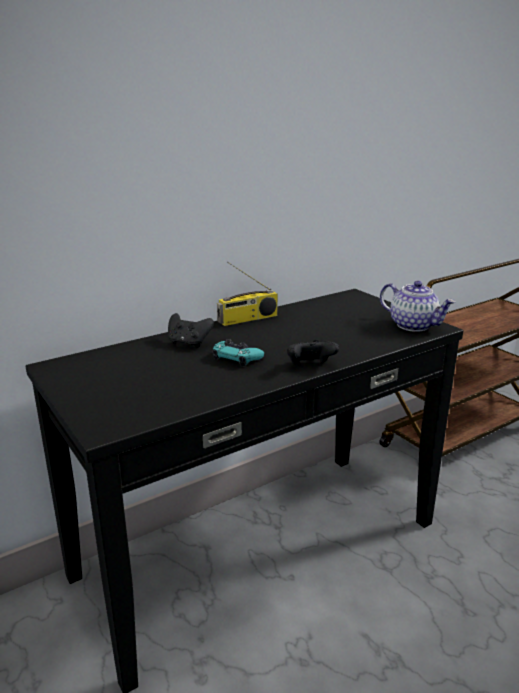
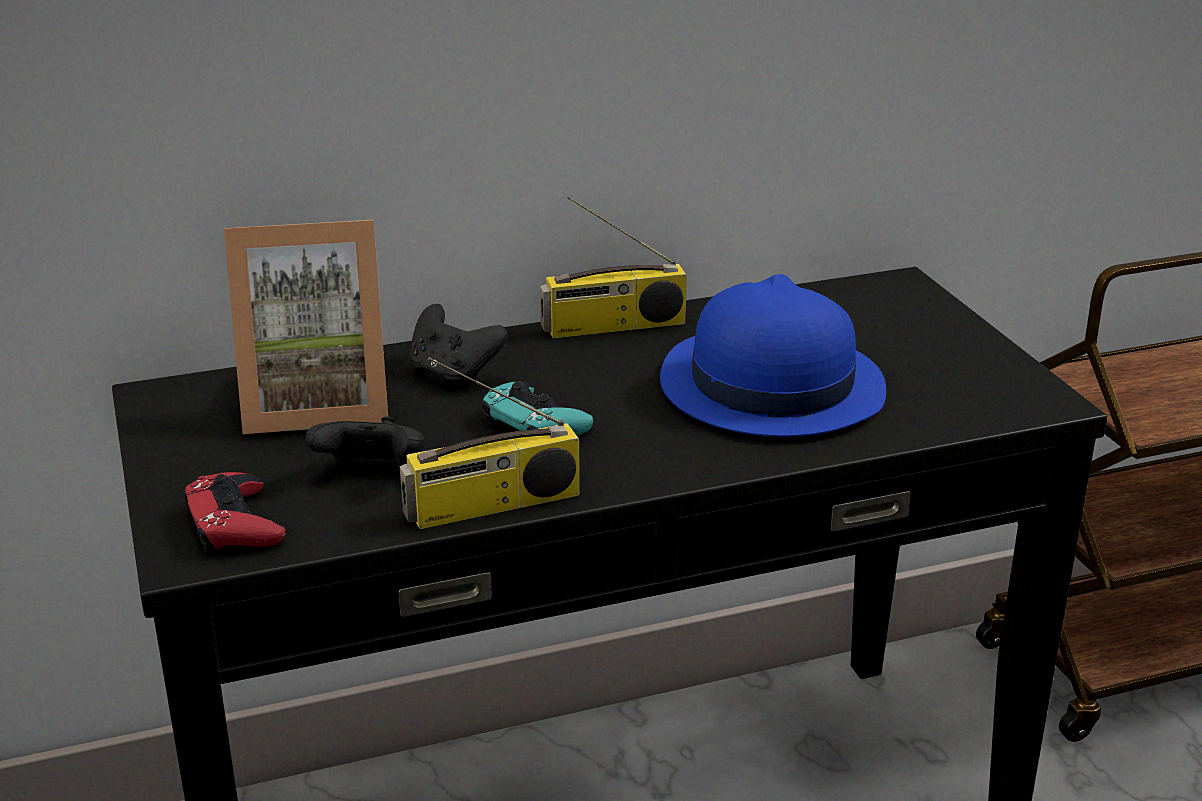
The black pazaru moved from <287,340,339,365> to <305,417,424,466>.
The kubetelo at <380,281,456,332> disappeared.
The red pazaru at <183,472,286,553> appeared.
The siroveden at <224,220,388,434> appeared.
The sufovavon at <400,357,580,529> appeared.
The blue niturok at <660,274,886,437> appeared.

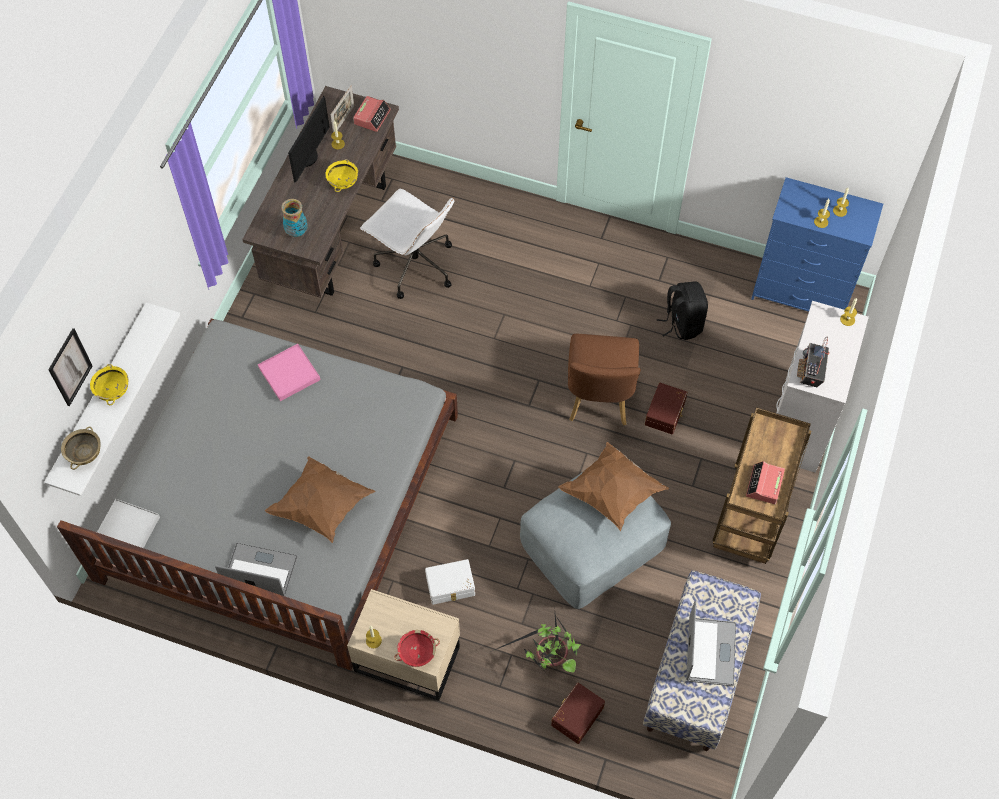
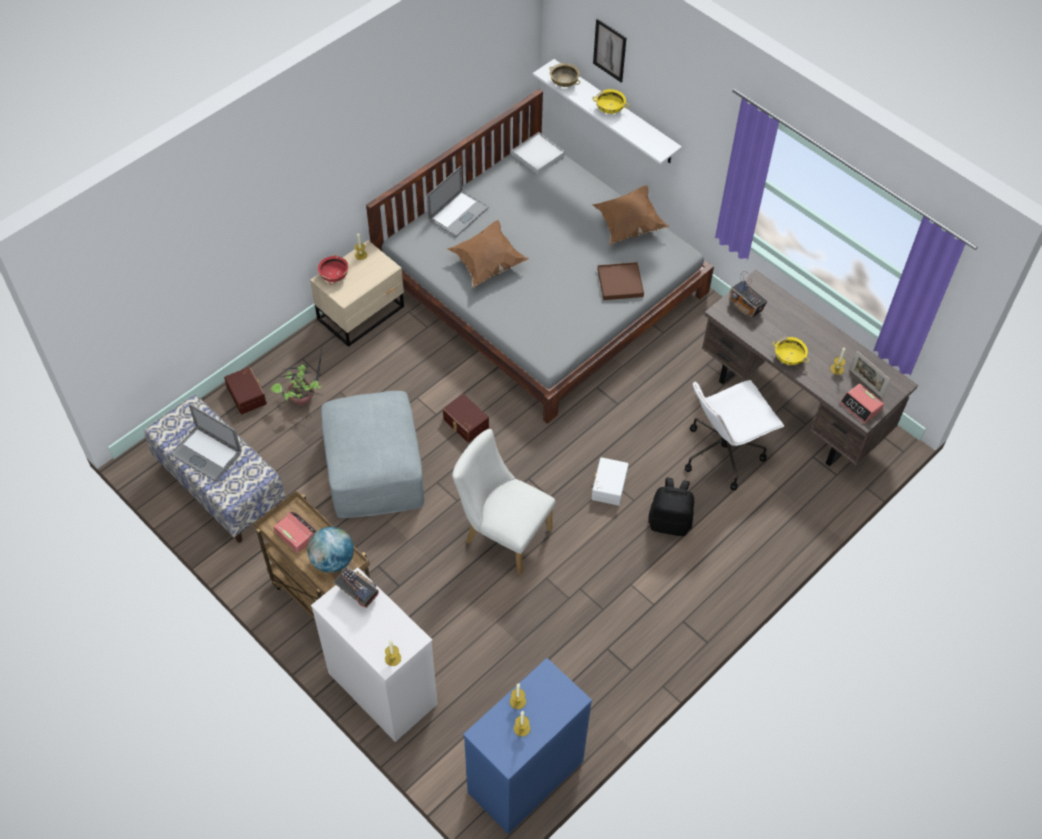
The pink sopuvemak at <258,344,320,401> became the brown sopuvemak at <598,262,644,300>.
The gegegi at <281,199,308,237> was replaced by the sufovavon at <729,271,768,318>.
The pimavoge at <288,96,330,183> disappeared.
The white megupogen moved from <425,559,475,605> to <591,457,628,506>.
The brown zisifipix moved from <558,442,669,531> to <592,185,669,245>.
The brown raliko at <568,334,641,426> became the white raliko at <452,429,555,575>.
The brown megupogen moved from <645,383,688,434> to <443,394,489,443>.
The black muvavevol moved from <657,281,708,340> to <648,477,694,536>.
The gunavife at <307,527,354,573> appeared.

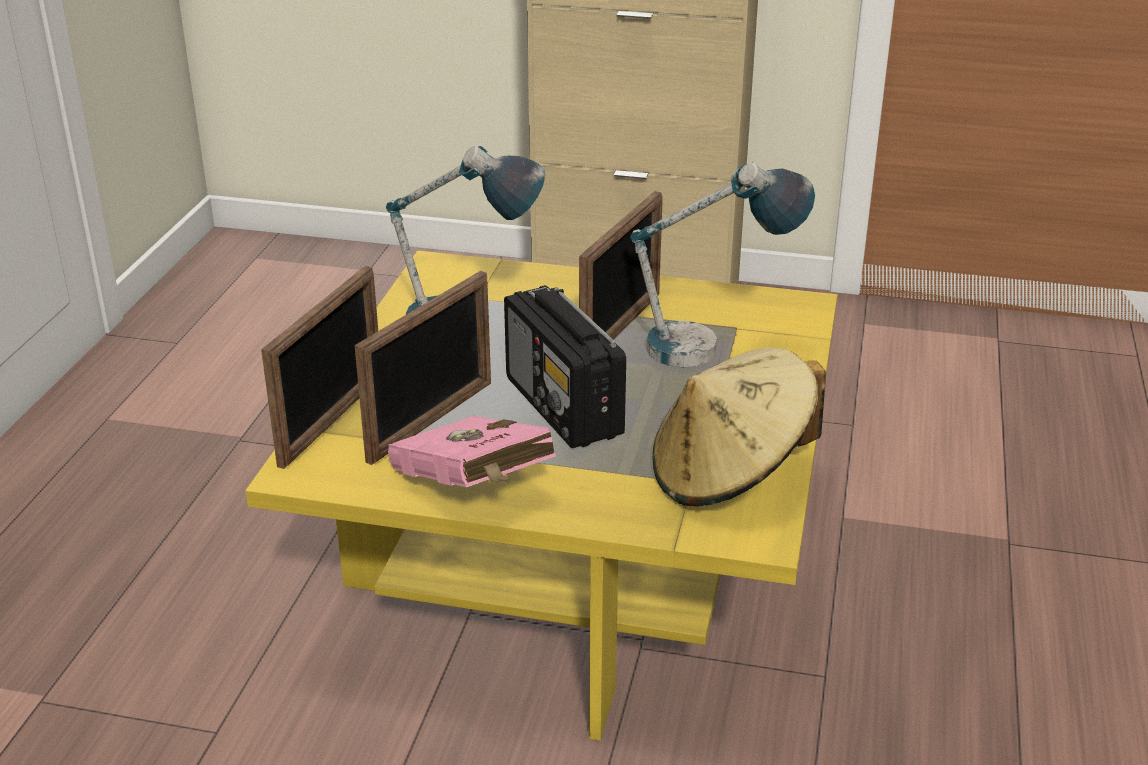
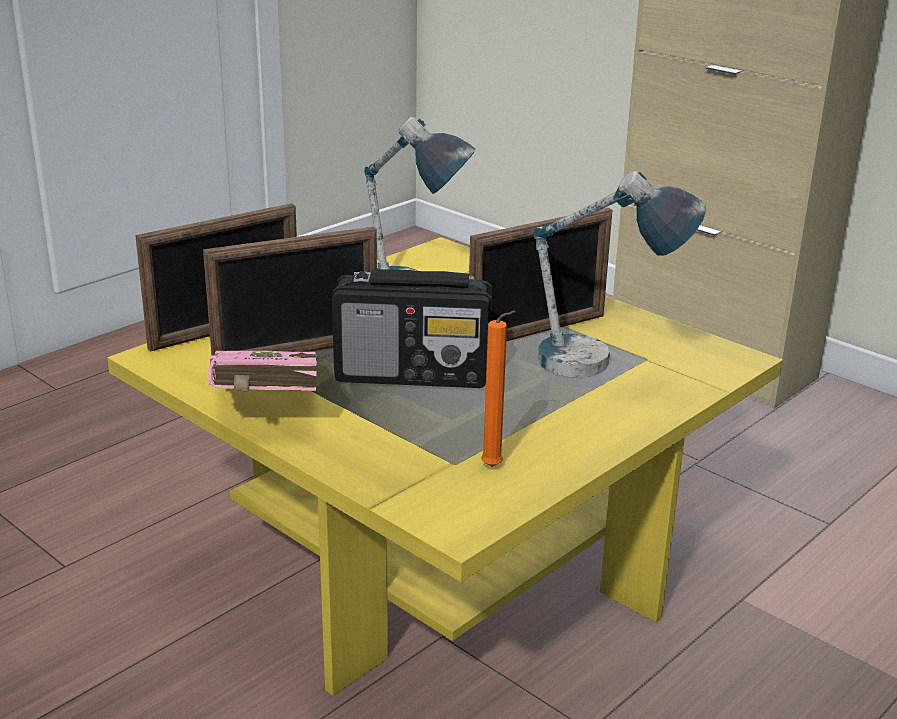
The sufovavon at <504,285,626,448> turned 90 degrees counterclockwise.
The beige niturok at <653,348,826,506> was replaced by the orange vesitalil at <481,311,516,467>.

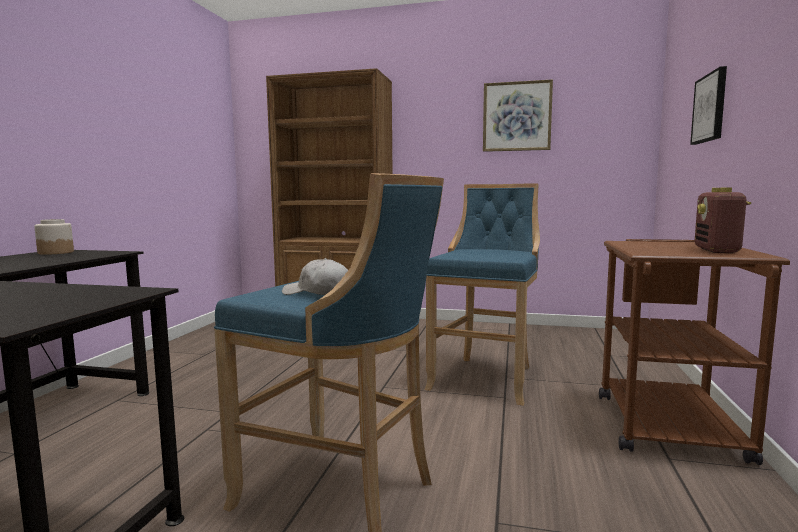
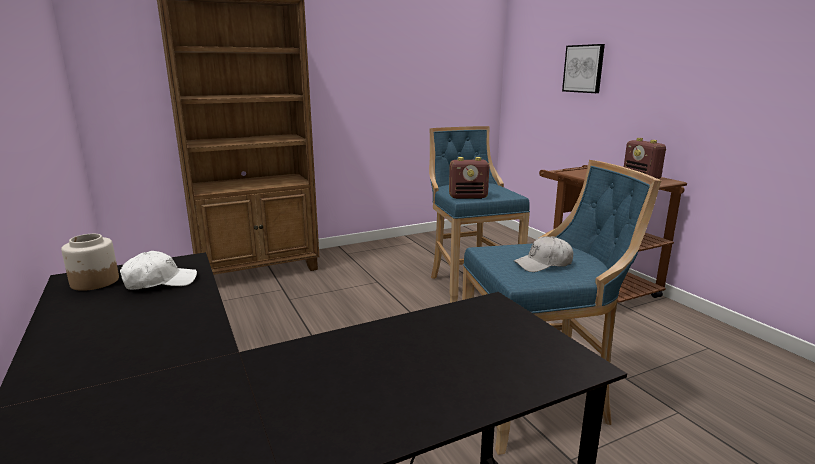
The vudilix at <483,79,553,152> disappeared.
The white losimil at <120,251,197,290> appeared.
The sufovavon at <449,157,489,199> appeared.

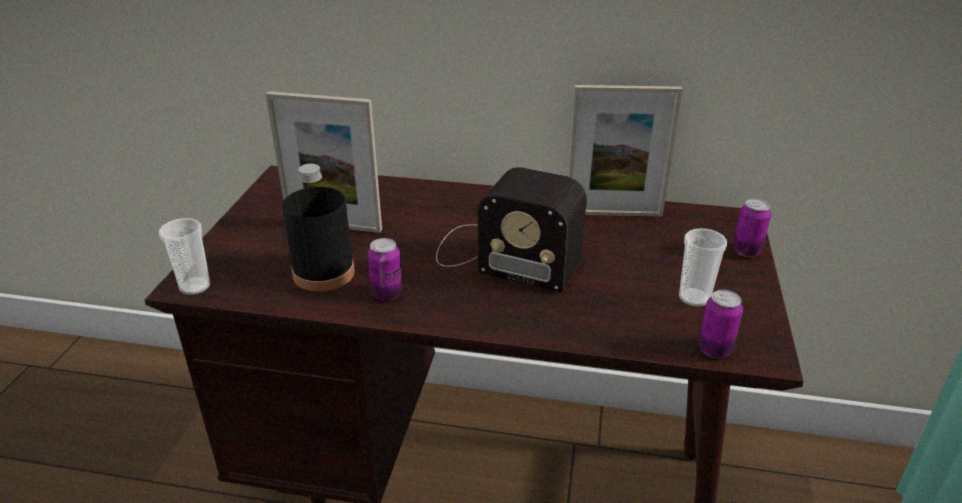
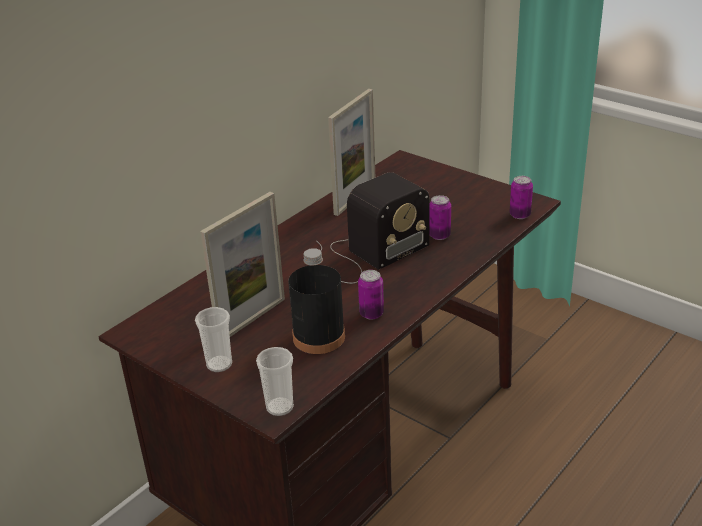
The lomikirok moved from <679,228,727,307> to <195,307,232,372>.
The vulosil moved from <733,199,771,257> to <429,195,451,240>.

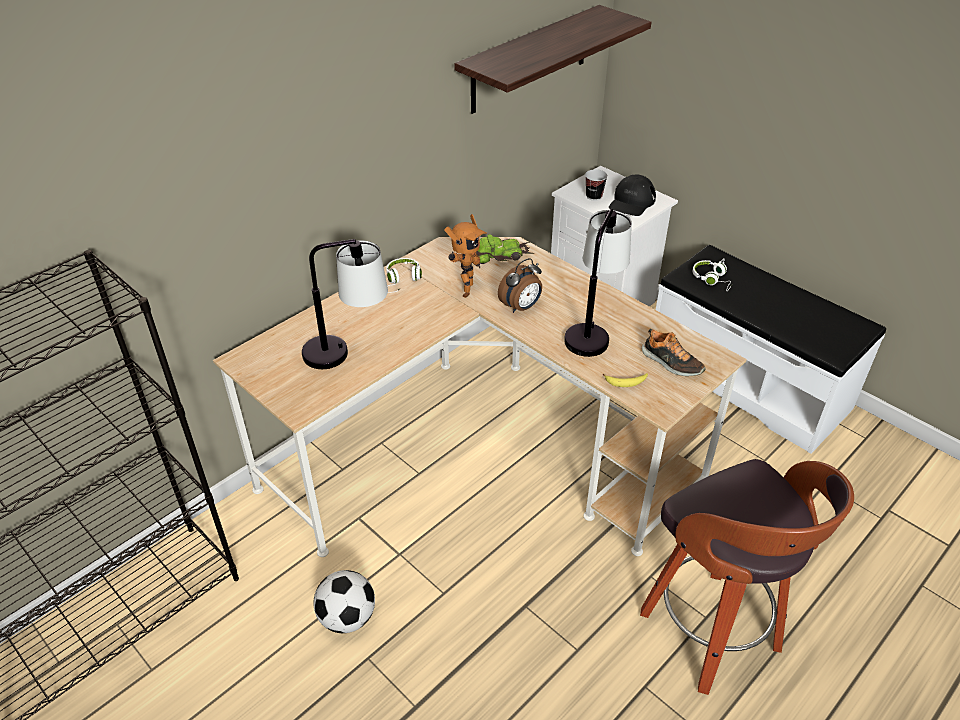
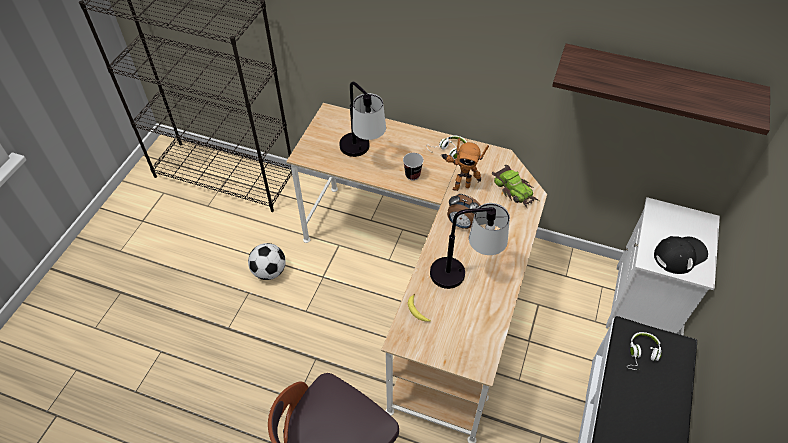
The lomikirok moved from <585,169,608,201> to <403,153,424,180>.
The black losimil at <609,175,656,216> turned 150 degrees clockwise.
The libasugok at <641,329,706,376> disappeared.

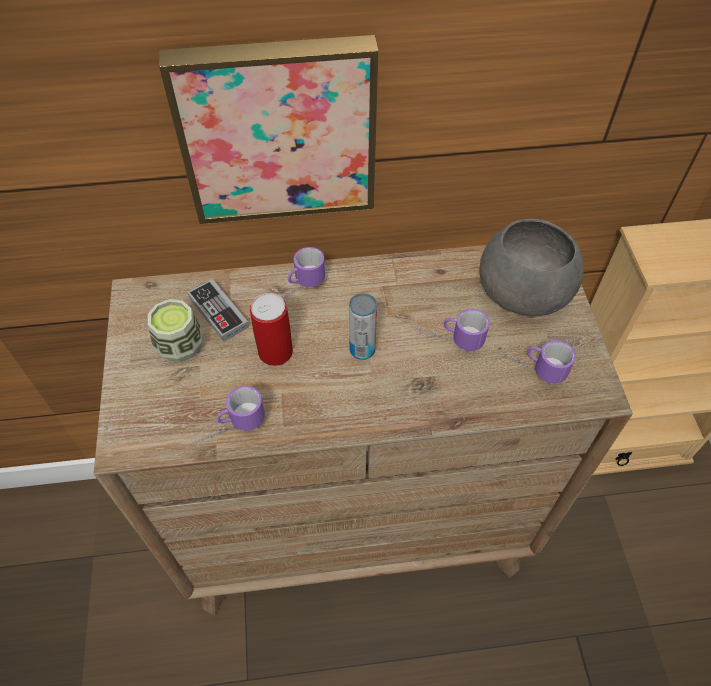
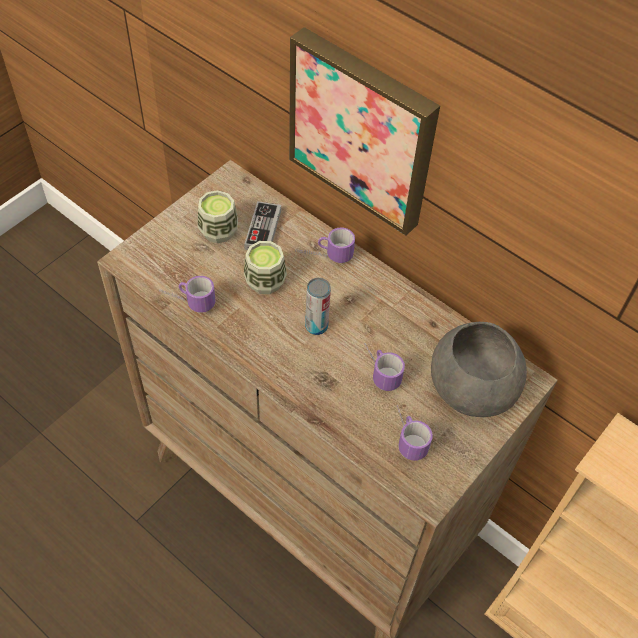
The vulosil at <250,293,293,366> was replaced by the lomikirok at <244,241,287,294>.

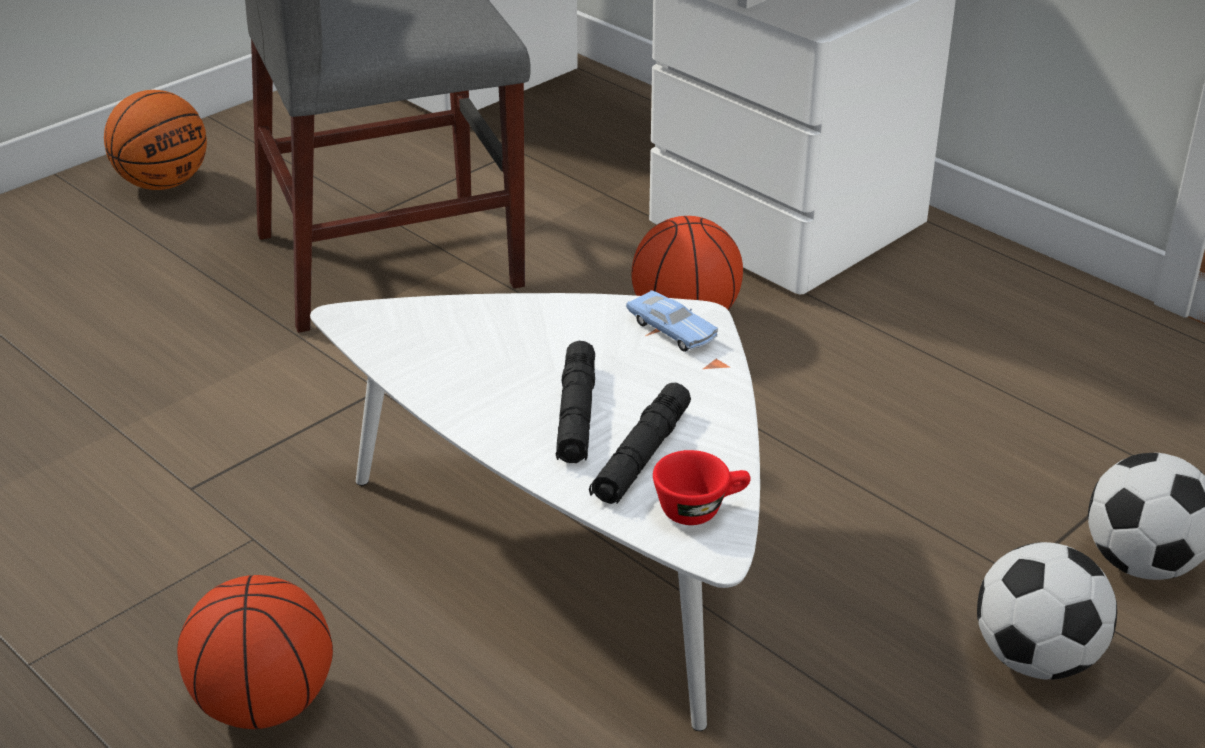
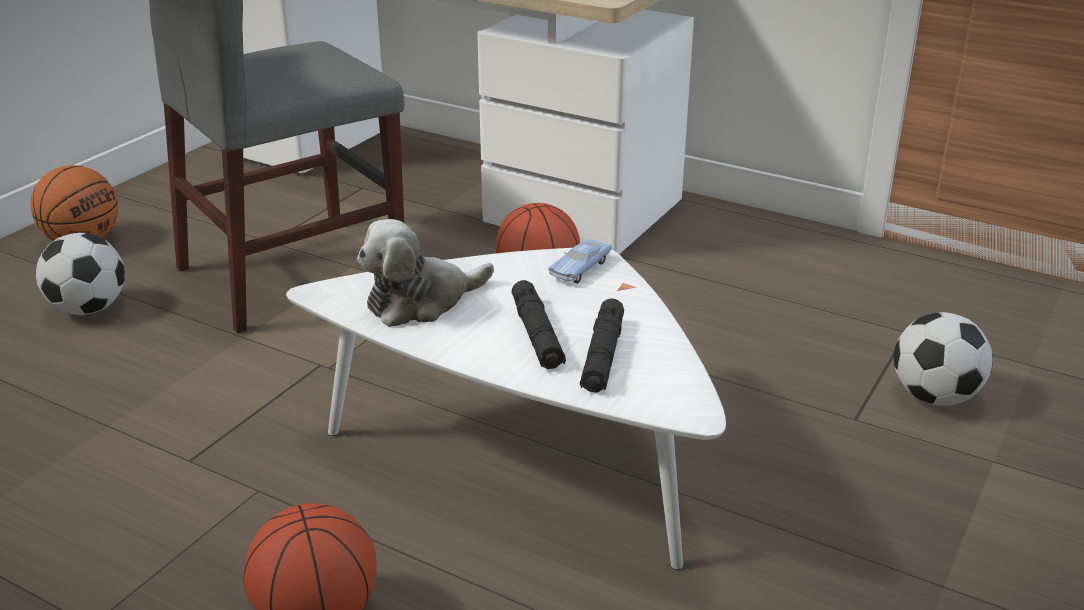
The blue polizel at <626,290,718,352> turned 90 degrees clockwise.
The red lomikirok at <653,450,751,525> disappeared.
The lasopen moved from <977,542,1117,680> to <36,233,125,315>.
The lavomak at <357,219,494,327> appeared.

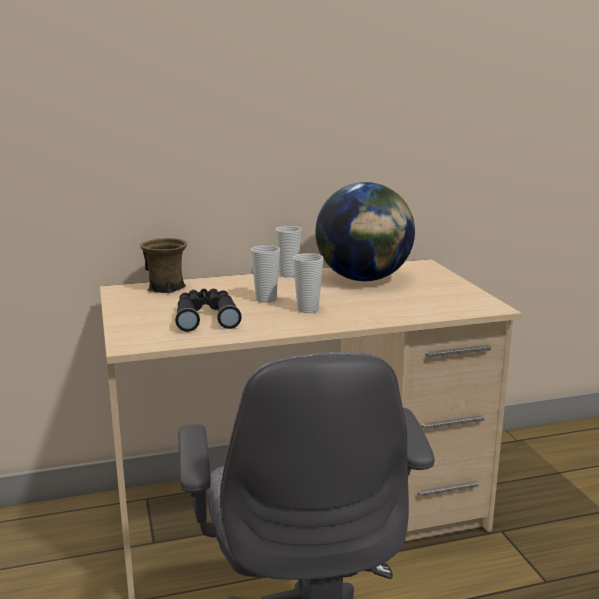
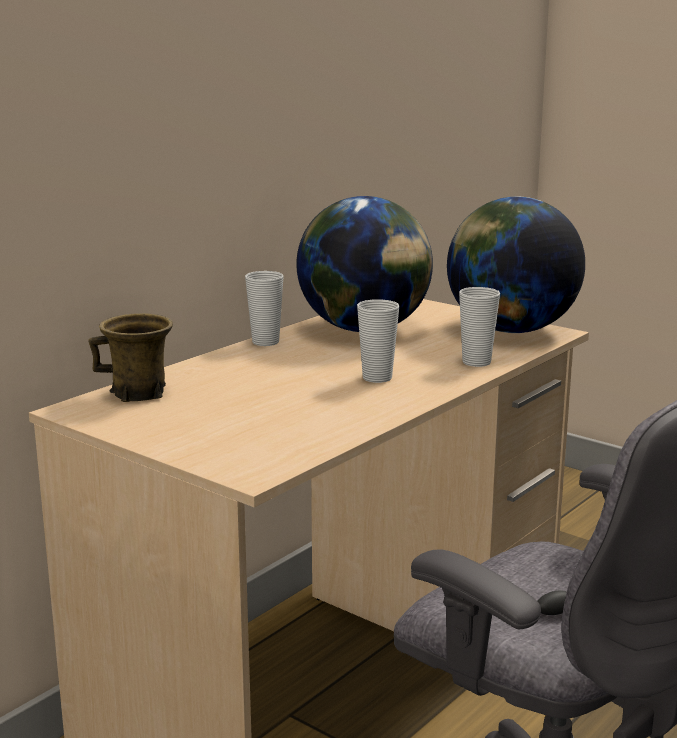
The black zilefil at <175,289,242,332> disappeared.
The lomikirok moved from <251,245,280,303> to <459,287,500,367>.
The gunavife at <447,197,585,333> appeared.

